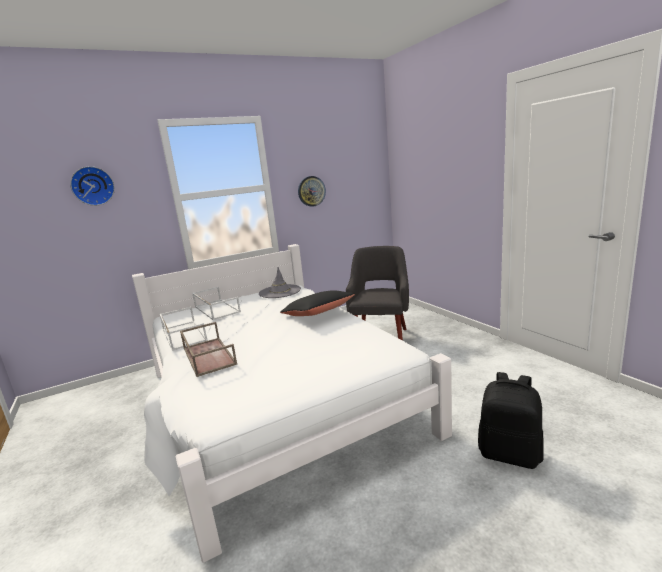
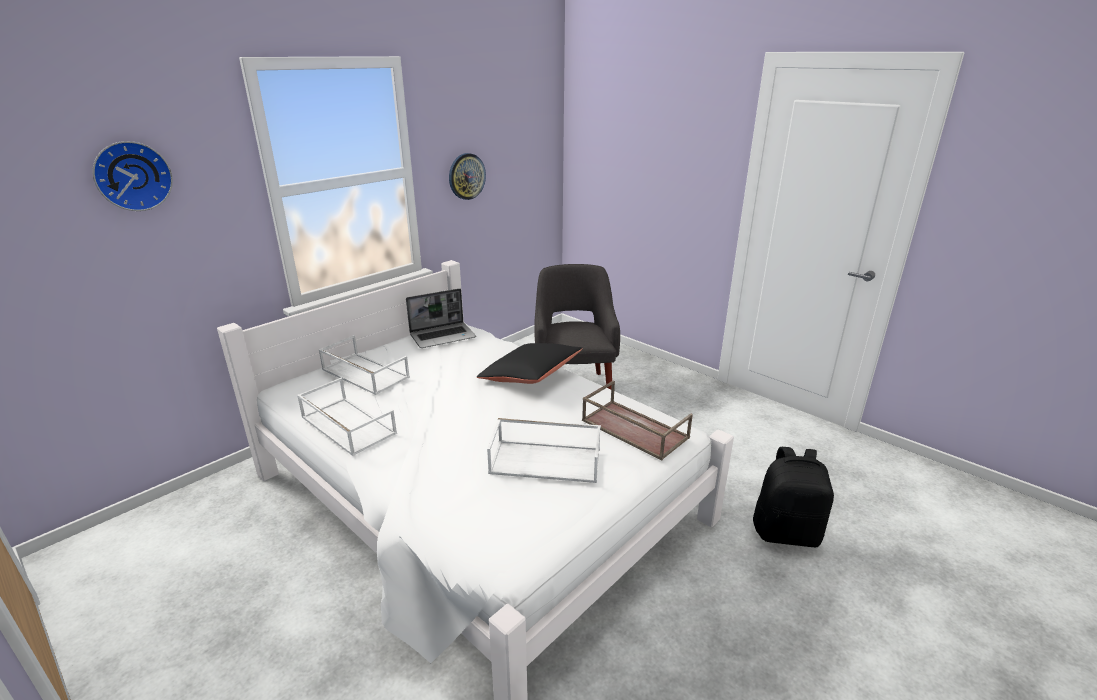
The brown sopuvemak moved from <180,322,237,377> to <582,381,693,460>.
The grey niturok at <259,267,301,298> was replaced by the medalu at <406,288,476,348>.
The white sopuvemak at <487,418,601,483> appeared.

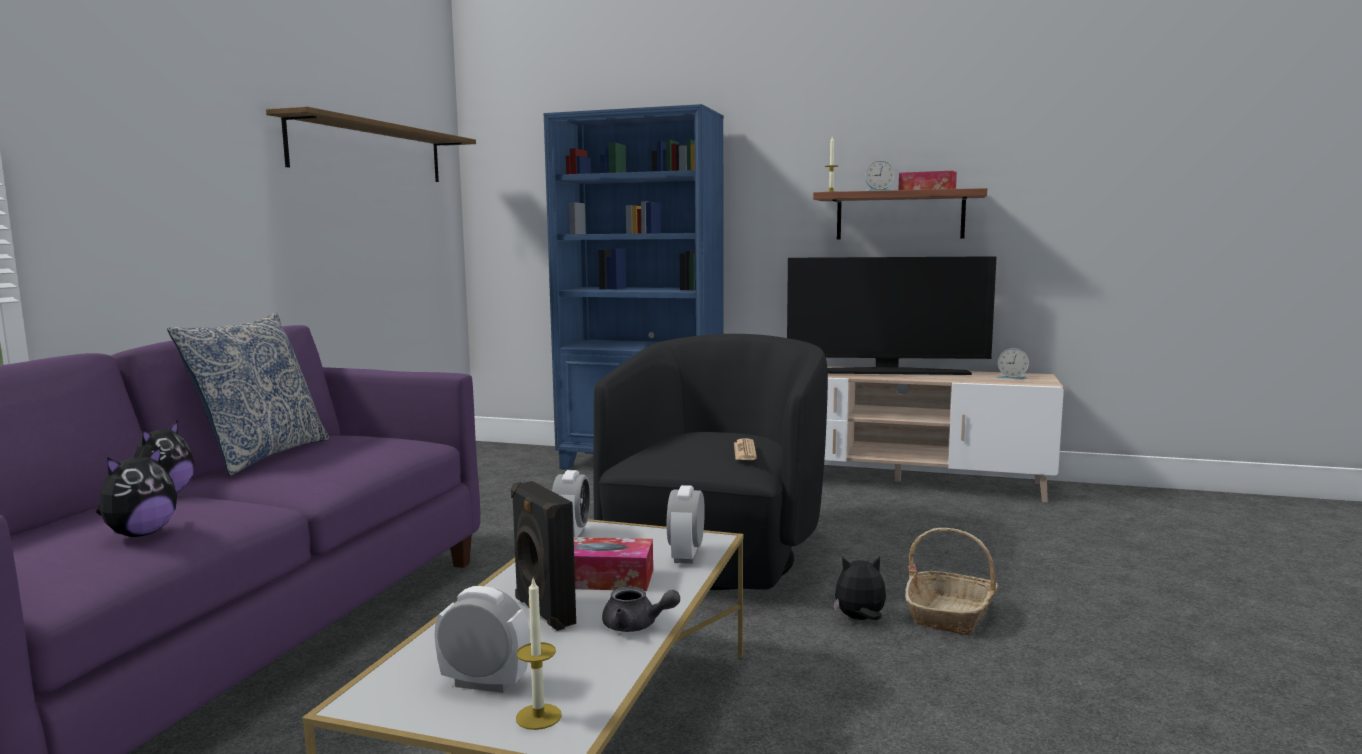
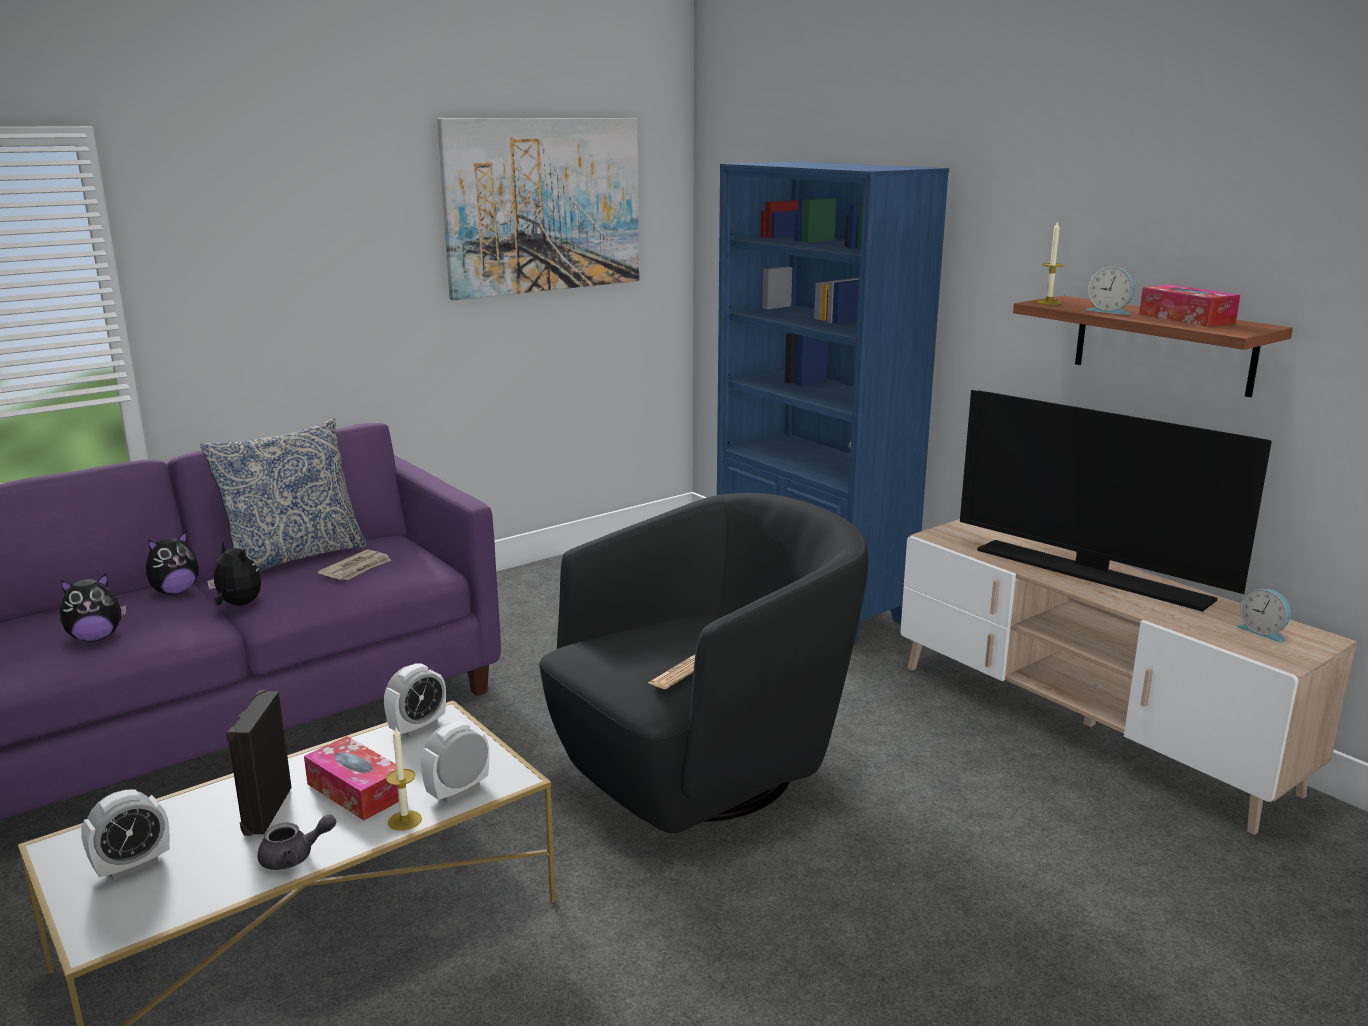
The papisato at <266,106,476,182> was replaced by the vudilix at <437,118,639,300>.
The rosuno at <435,586,530,693> turned 90 degrees clockwise.
The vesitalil moved from <516,576,562,730> to <386,727,422,831>.
The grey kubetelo at <602,586,680,632> turned 75 degrees counterclockwise.
The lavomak moved from <833,556,886,620> to <207,542,261,606>.
The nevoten at <905,528,998,635> disappeared.
The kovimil at <318,549,391,580> appeared.

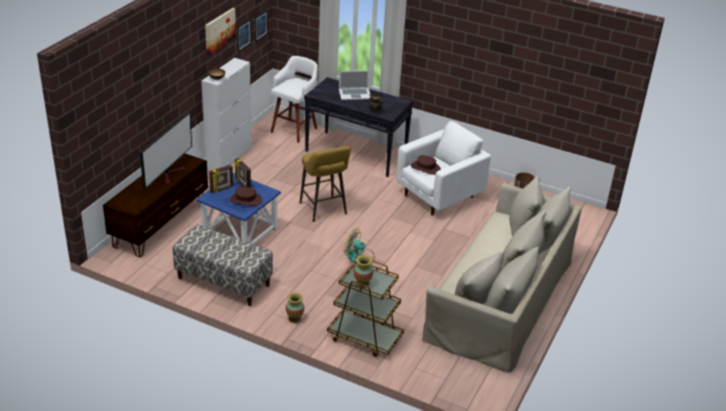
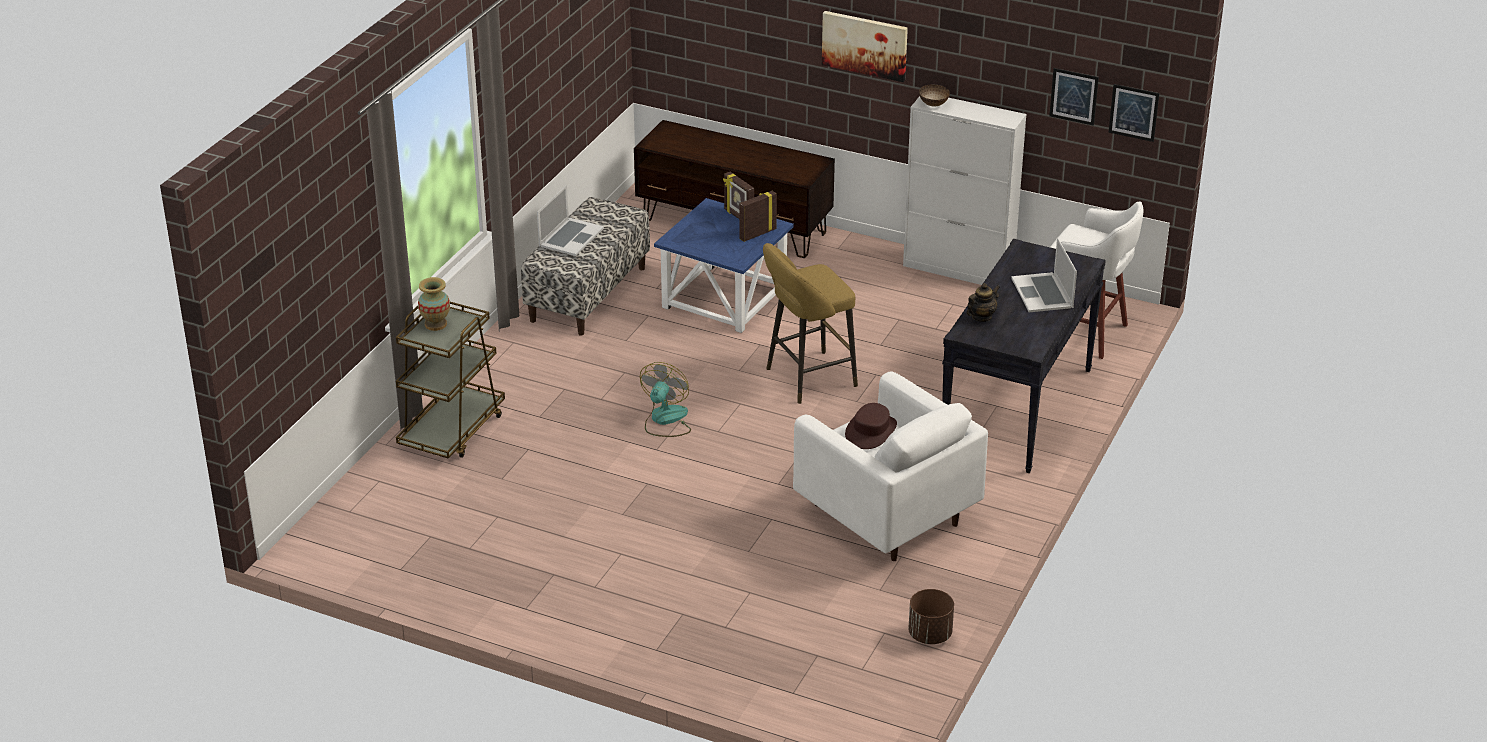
The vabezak at <140,111,192,189> disappeared.
The vudilix moved from <205,8,236,55> to <822,11,908,82>.
The brown niturok at <230,187,262,206> disappeared.
The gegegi at <286,293,304,323> disappeared.
The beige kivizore at <422,174,582,373> disappeared.
The medalu at <537,185,604,256> appeared.

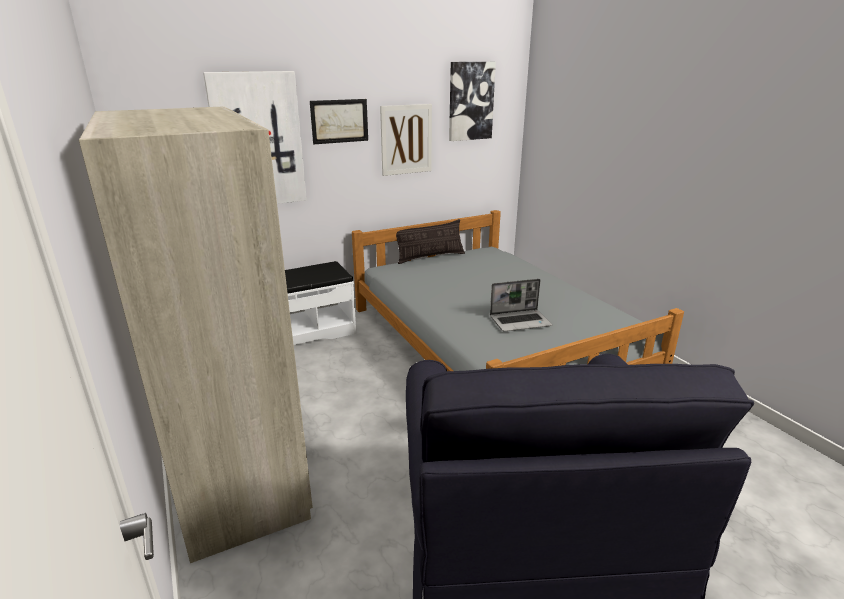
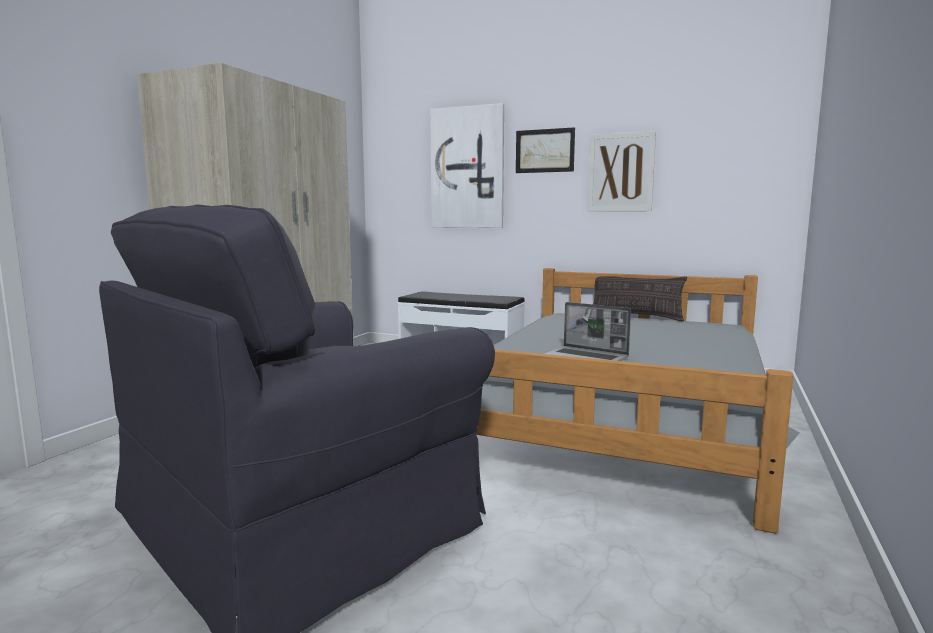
The vudilix at <449,62,496,141> disappeared.

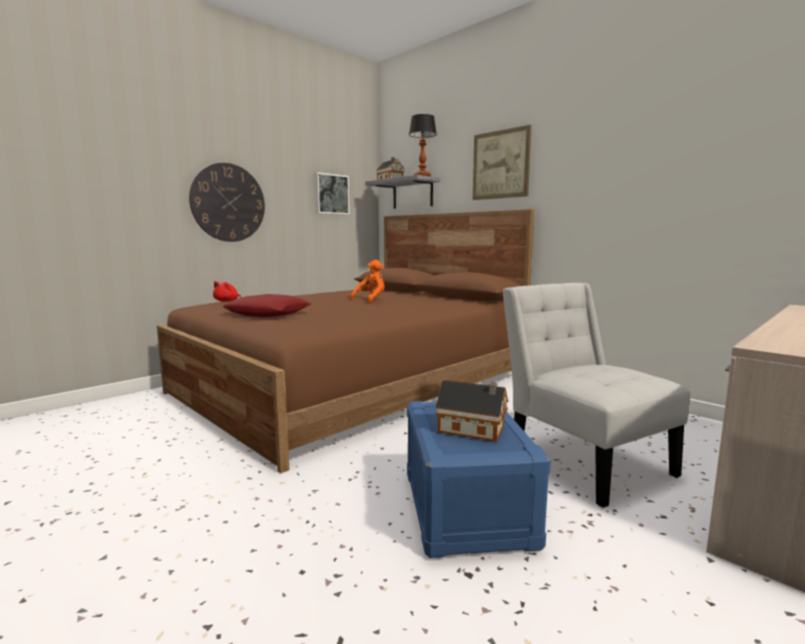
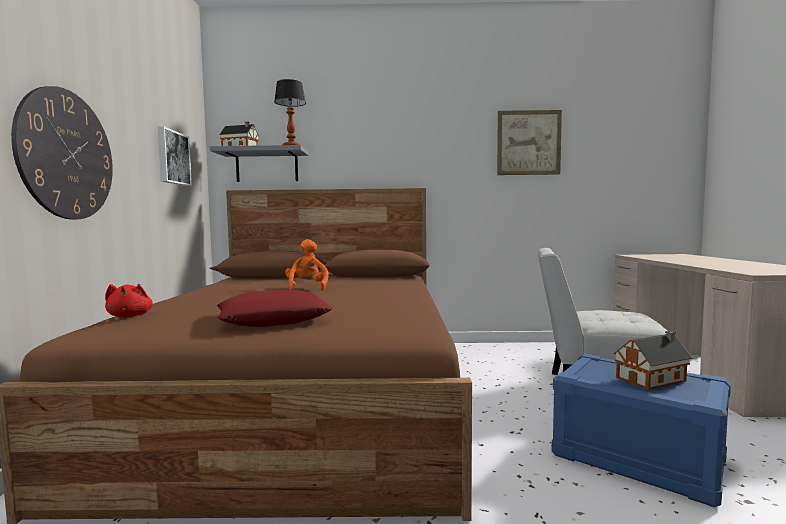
The vudilix moved from <473,125,532,200> to <497,110,562,175>.

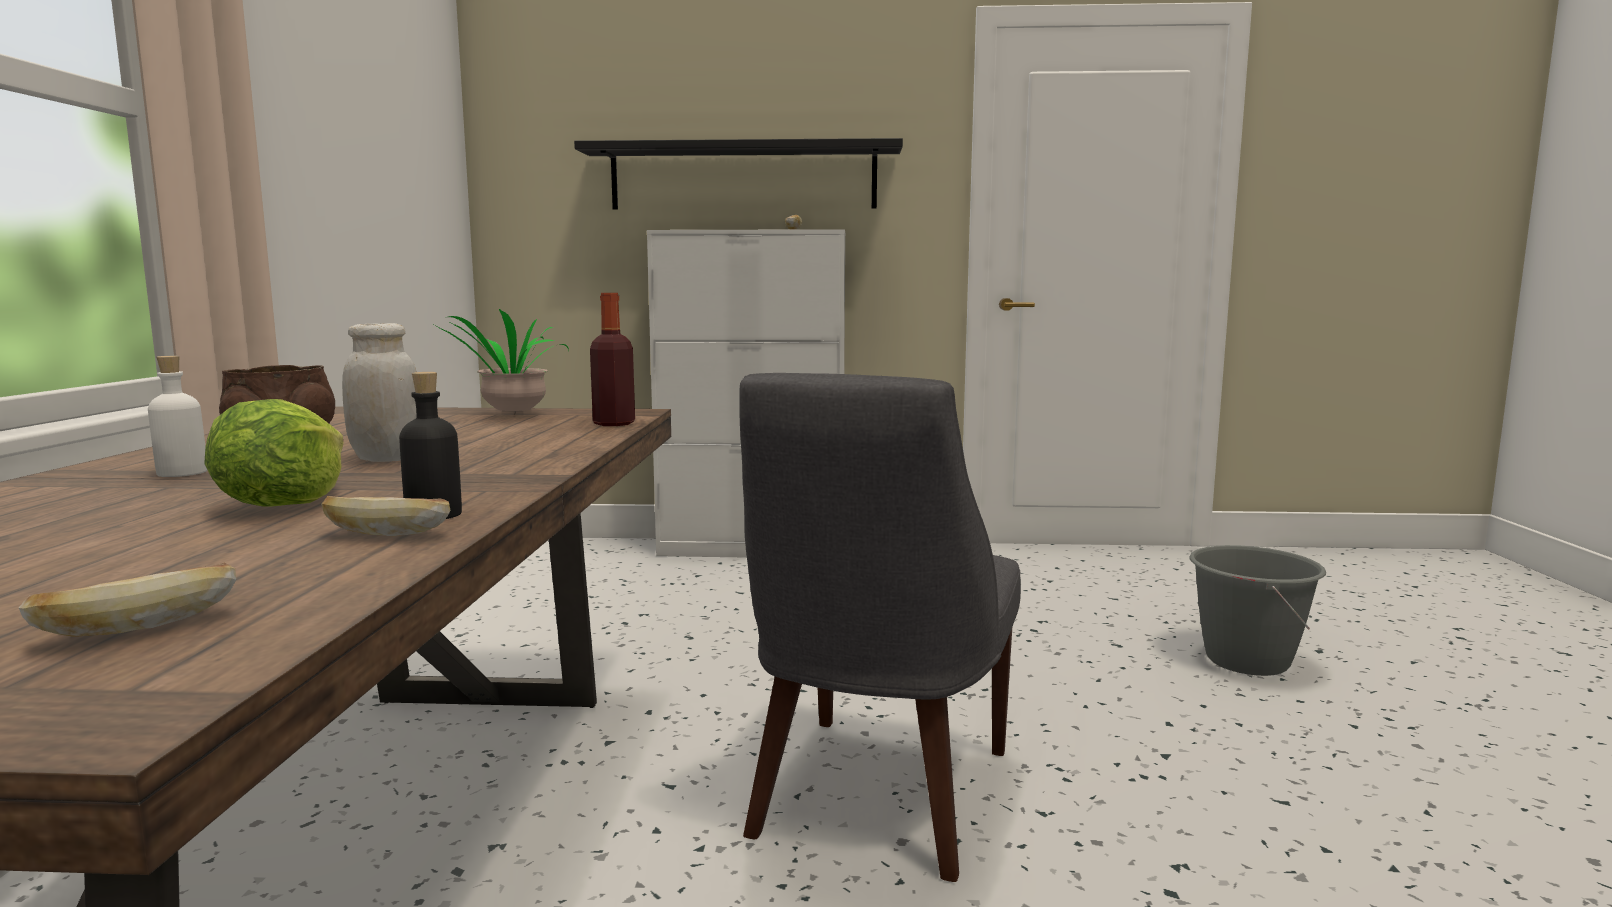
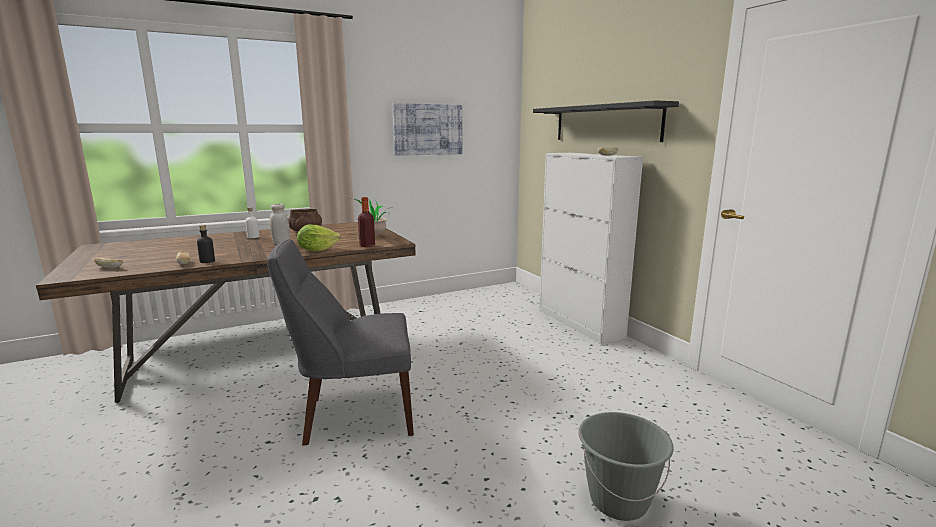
The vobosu moved from <204,399,344,506> to <297,224,341,252>.
The vudilix at <392,103,462,156> appeared.

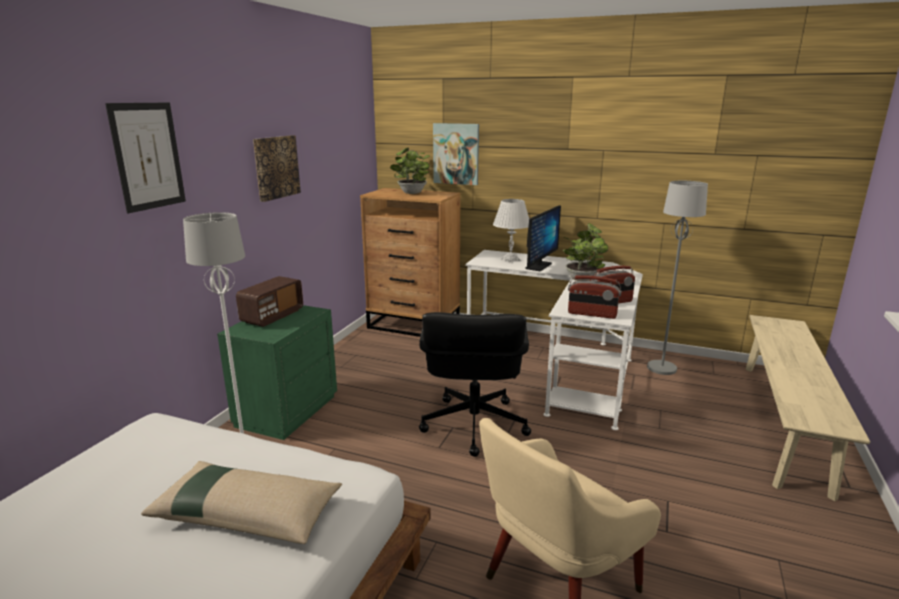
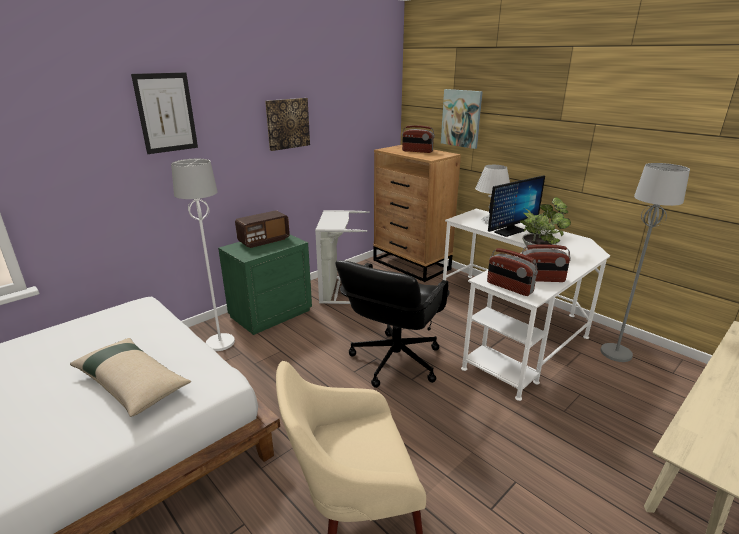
The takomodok at <390,148,430,194> was replaced by the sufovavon at <402,125,435,153>.
The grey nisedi at <315,210,370,304> appeared.

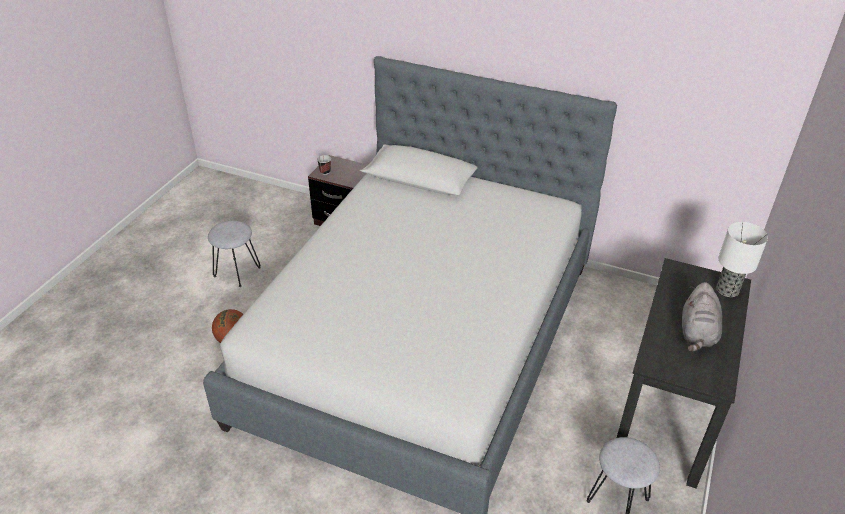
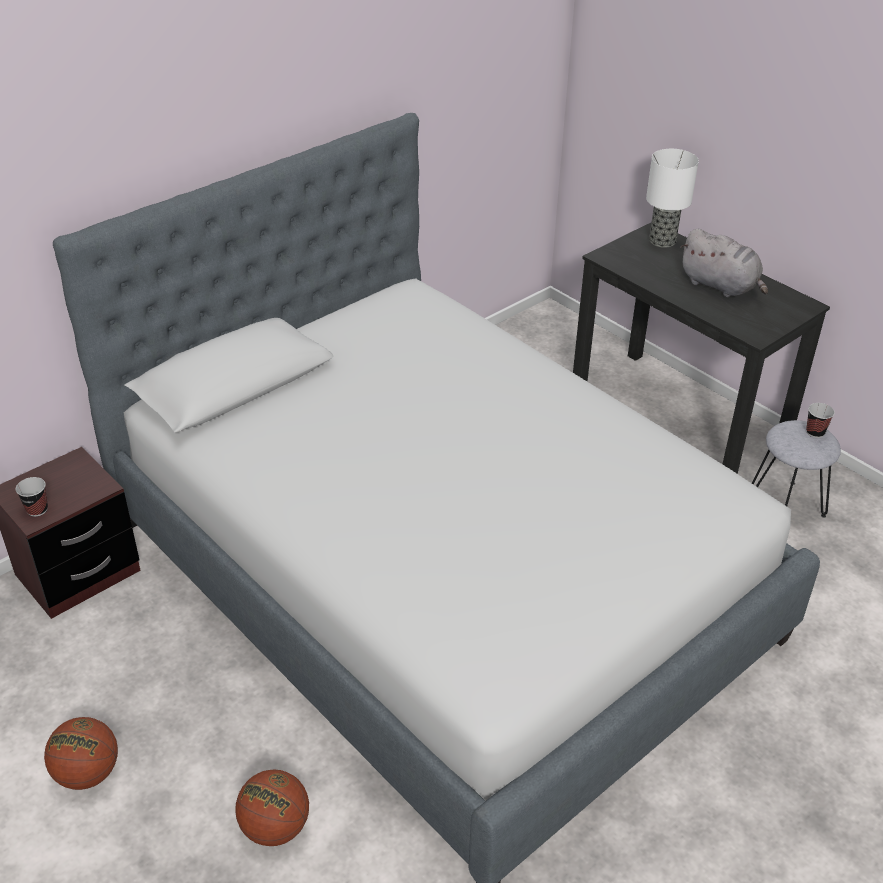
The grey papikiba at <208,221,261,287> was replaced by the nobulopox at <44,717,118,790>.
The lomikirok at <806,403,835,438> appeared.

